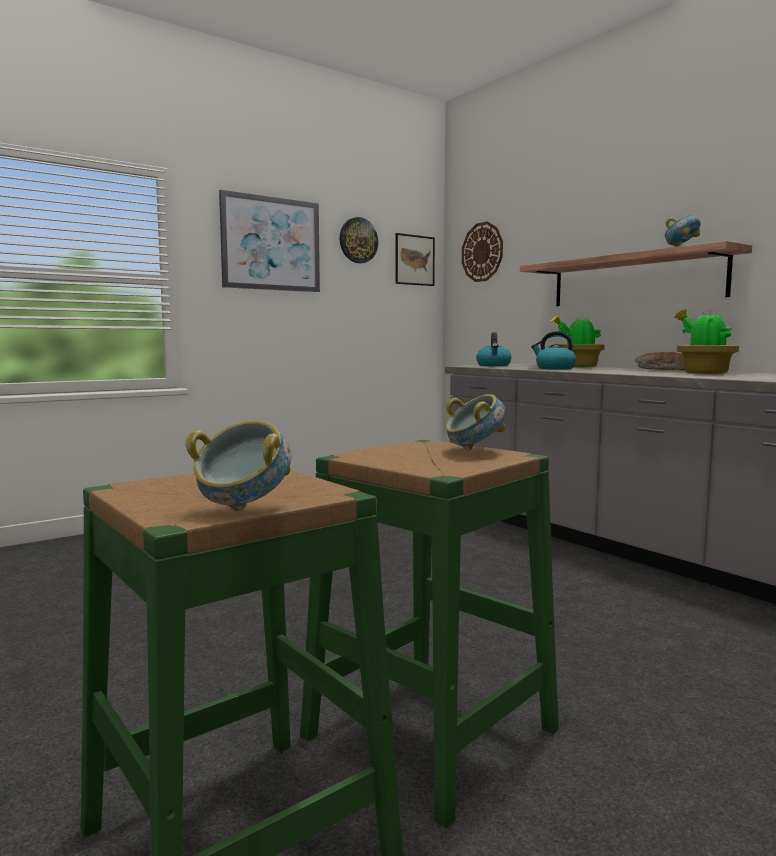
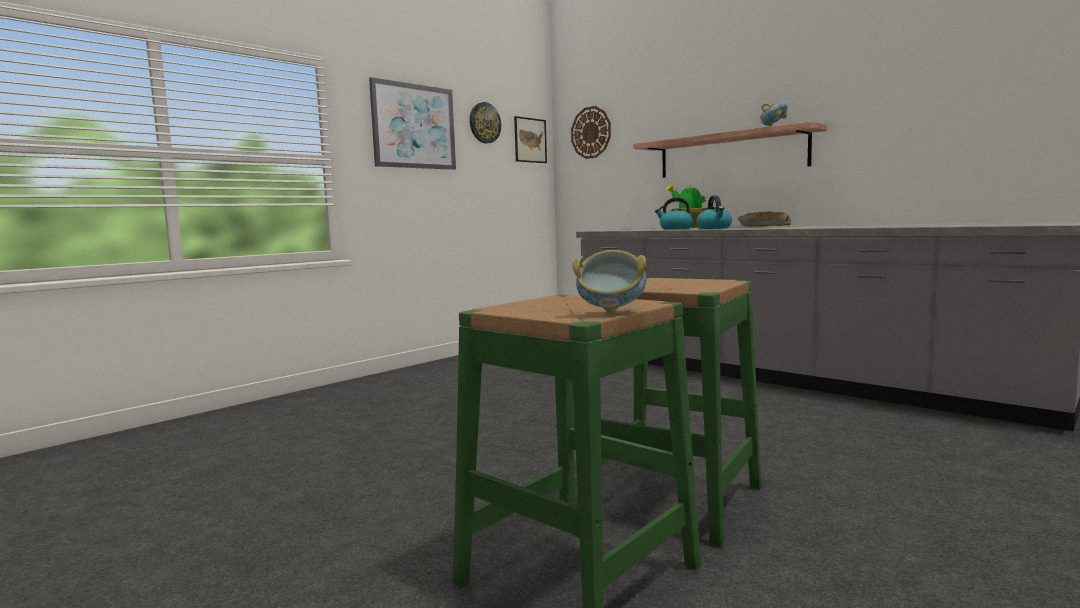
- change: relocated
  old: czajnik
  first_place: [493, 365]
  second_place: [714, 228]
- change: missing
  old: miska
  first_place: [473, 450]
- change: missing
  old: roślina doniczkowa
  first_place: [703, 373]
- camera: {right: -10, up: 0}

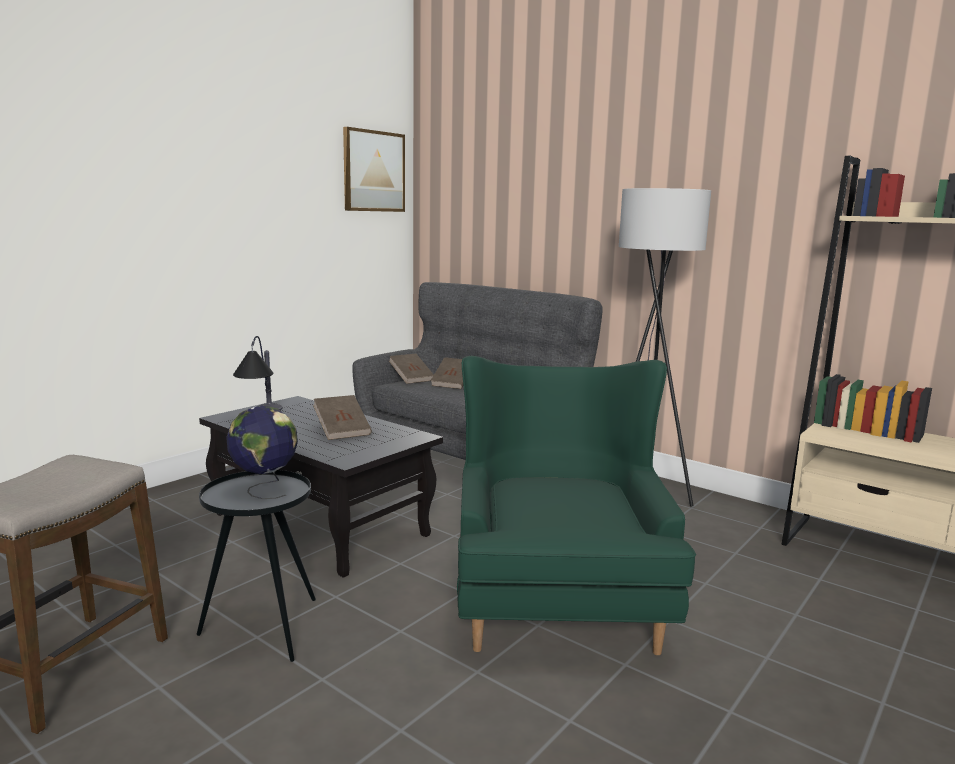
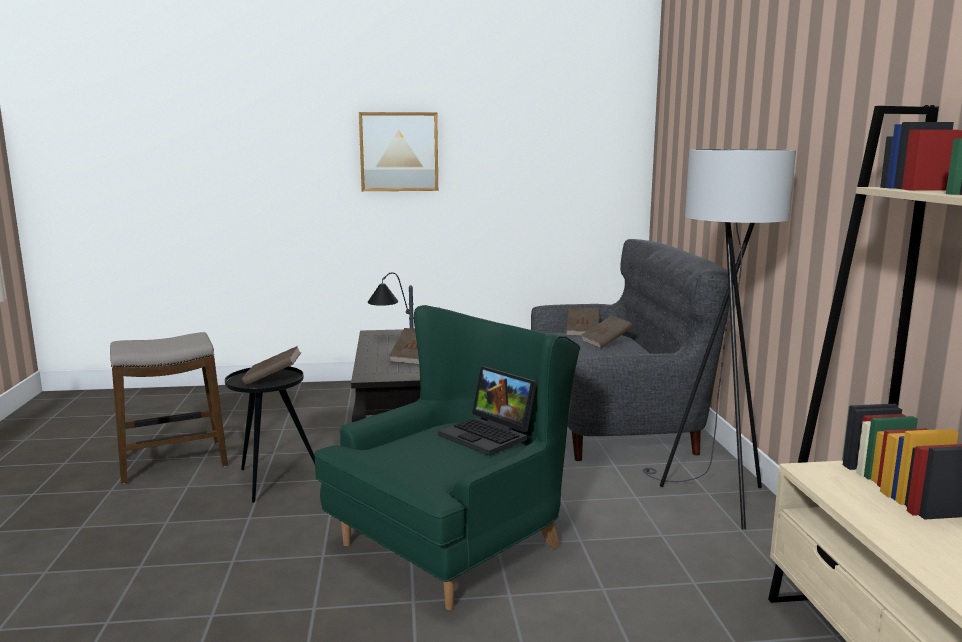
- change: exchanged
  old: globus
  new: książka [brązowy]
  first_place: [265, 489]
  second_place: [273, 379]
- change: relocated
  old: obraz
  first_place: [373, 171]
  second_place: [399, 152]
- change: appeared
  new: laptop
  second_place: [490, 435]
- camera: {right: 45, up: 0}

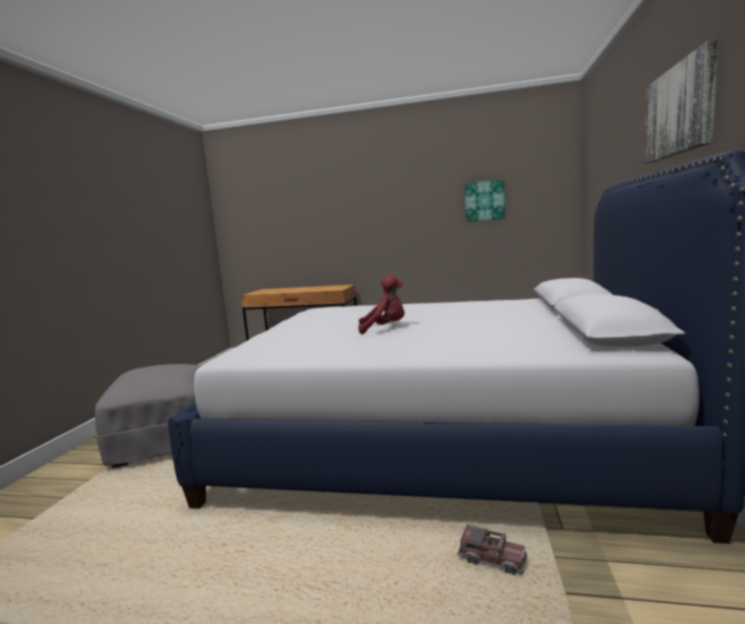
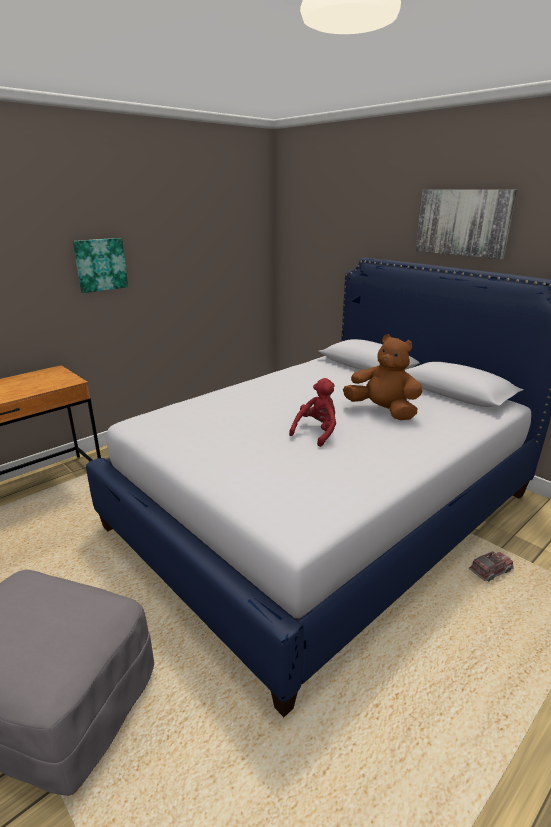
- change: relocated
  old: obraz
  first_place: [484, 201]
  second_place: [100, 264]
- change: appeared
  new: pluszak [brązowy]
  second_place: [382, 411]
- camera: {right: -55, up: 15}

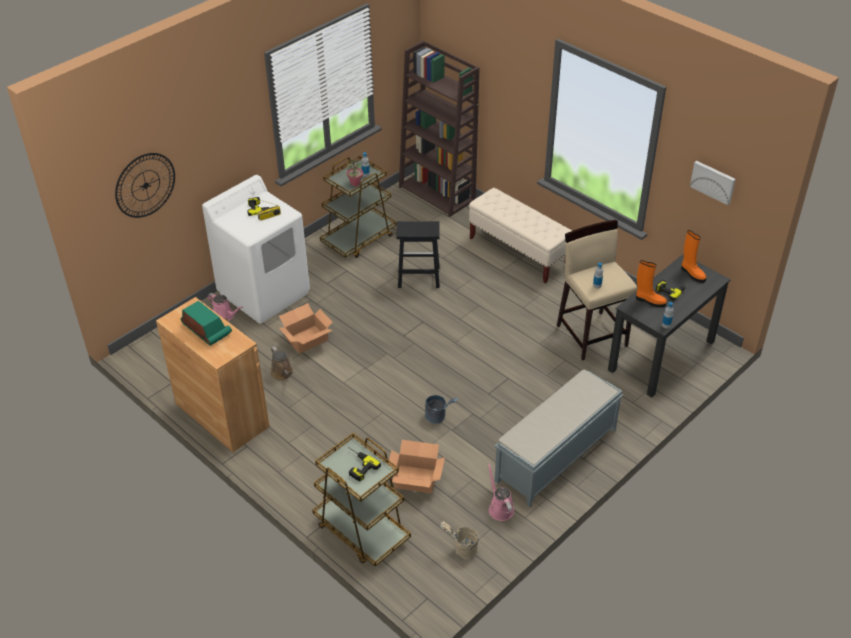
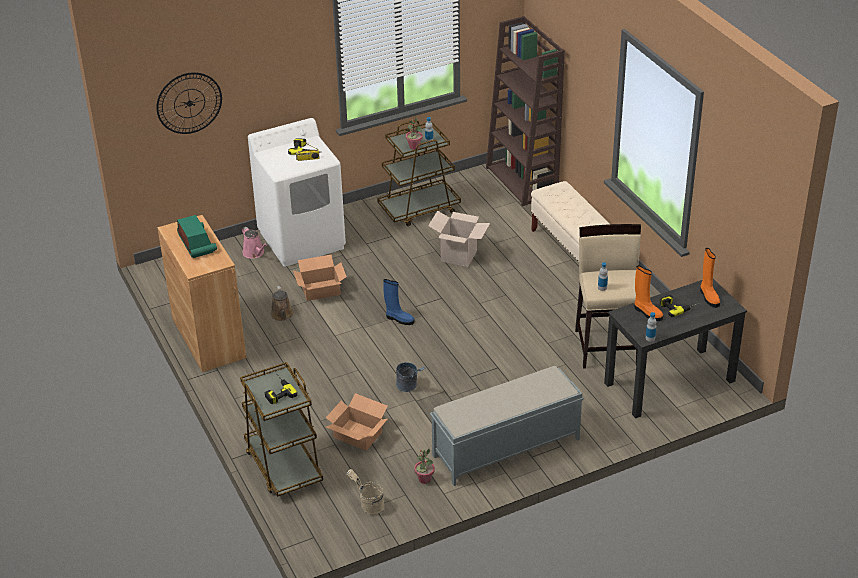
- change: appeared
  new: but z cholewką [niebieski]
  second_place: [399, 319]
- change: exchanged
  old: konewka [różowy]
  new: roślina doniczkowa
  first_place: [500, 508]
  second_place: [424, 479]
- change: exchanged
  old: stołek [czarny]
  new: karton
  first_place: [418, 277]
  second_place: [458, 256]
- change: missing
  old: obraz
  first_place: [713, 181]
- camera: {right: 20, up: -5}

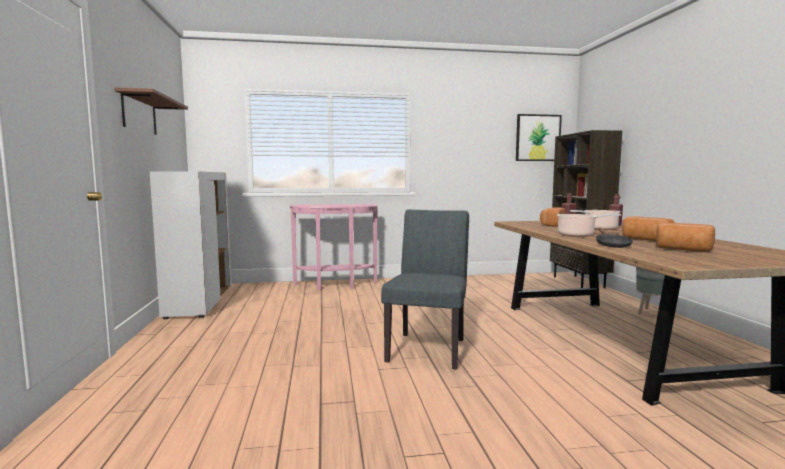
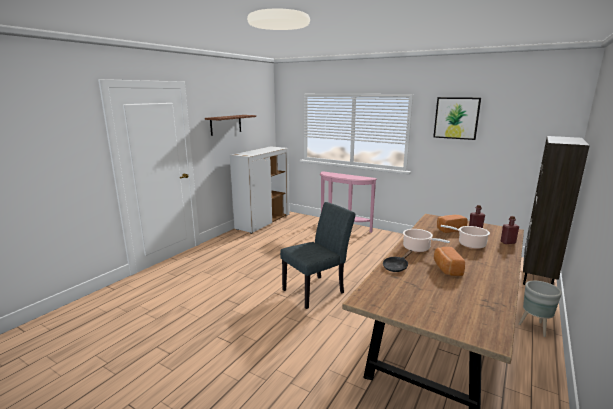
- change: relocated
  old: obraz
  first_place: [537, 138]
  second_place: [456, 118]
- change: missing
  old: chleb
  first_place: [683, 249]
- camera: {right: 40, up: 10}

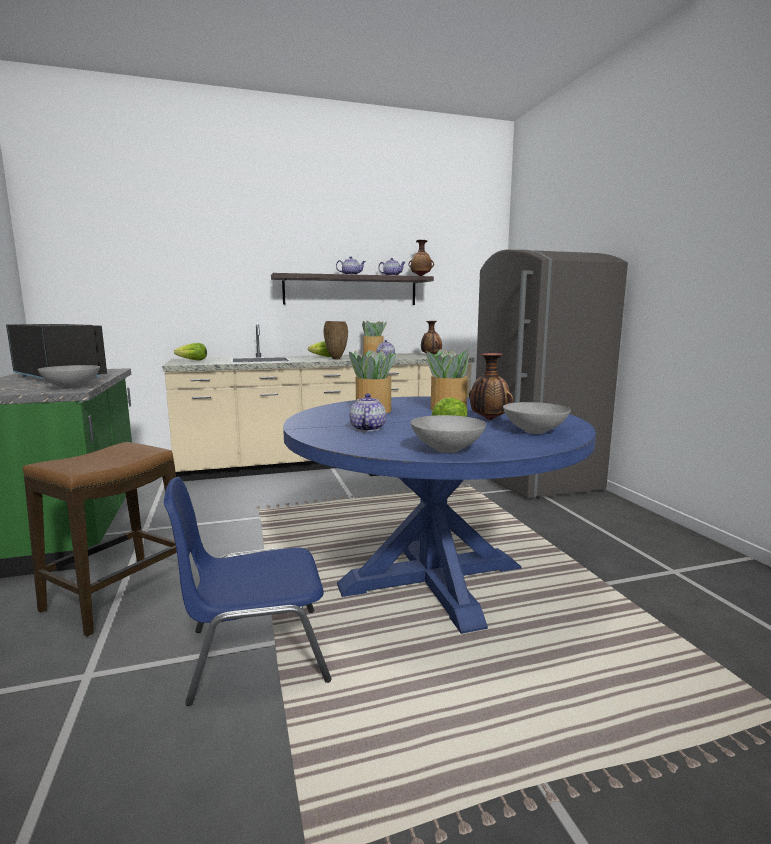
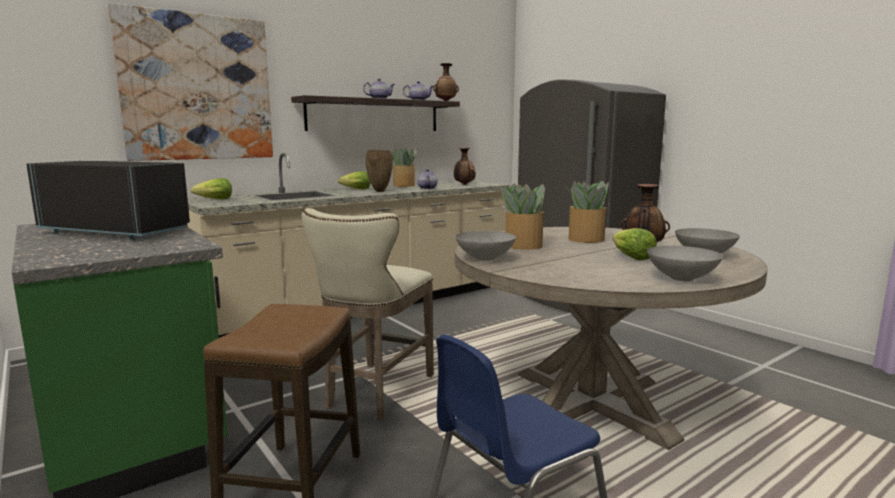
- change: appeared
  new: obraz
  second_place: [197, 88]
- change: appeared
  new: stołek [beżowy]
  second_place: [375, 393]
- change: colour
  old: stół jadalny [niebieski]
  new: stół jadalny [beżowy]
  first_place: [432, 577]
  second_place: [591, 404]
- change: relocated
  old: miska [szary]
  first_place: [73, 387]
  second_place: [485, 258]
- change: missing
  old: imbryk
  first_place: [367, 428]
- camera: {right: -20, up: 0}

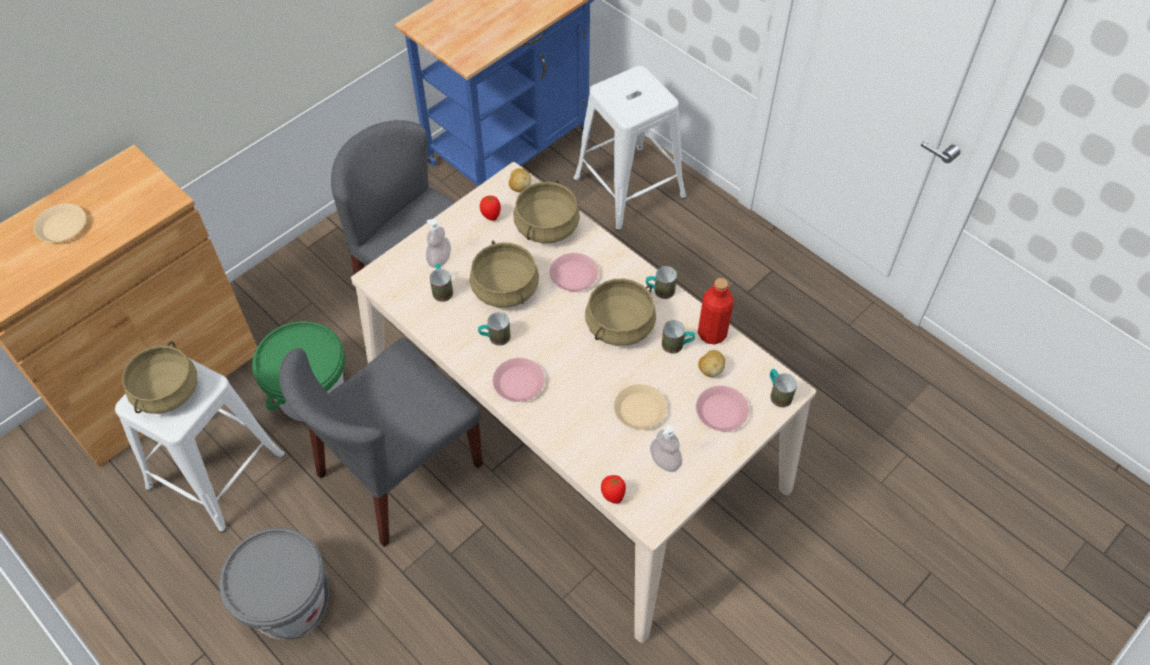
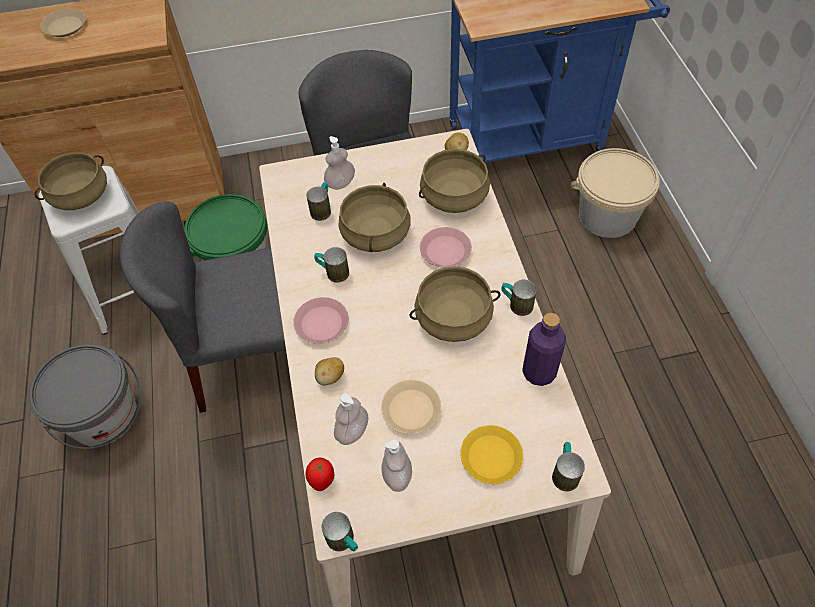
- change: relocated
  old: ziemniak
  first_place: [710, 369]
  second_place: [330, 377]
- change: relocated
  old: kubek
  first_place: [677, 345]
  second_place: [344, 542]
- change: appeared
  new: dozownik mydła
  second_place: [352, 431]
- change: colour
  old: talerz [różowy]
  new: talerz [żółty]
  first_place: [721, 411]
  second_place: [490, 457]
- change: colour
  old: butelka [czerwony]
  new: butelka [fioletowy]
  first_place: [712, 333]
  second_place: [539, 372]
- change: exchanged
  old: stołek [biały]
  new: wiadro [beżowy]
  first_place: [629, 187]
  second_place: [607, 216]
- change: missing
  old: pomidor
  first_place: [491, 216]
- camera: {right: 35, up: 0}

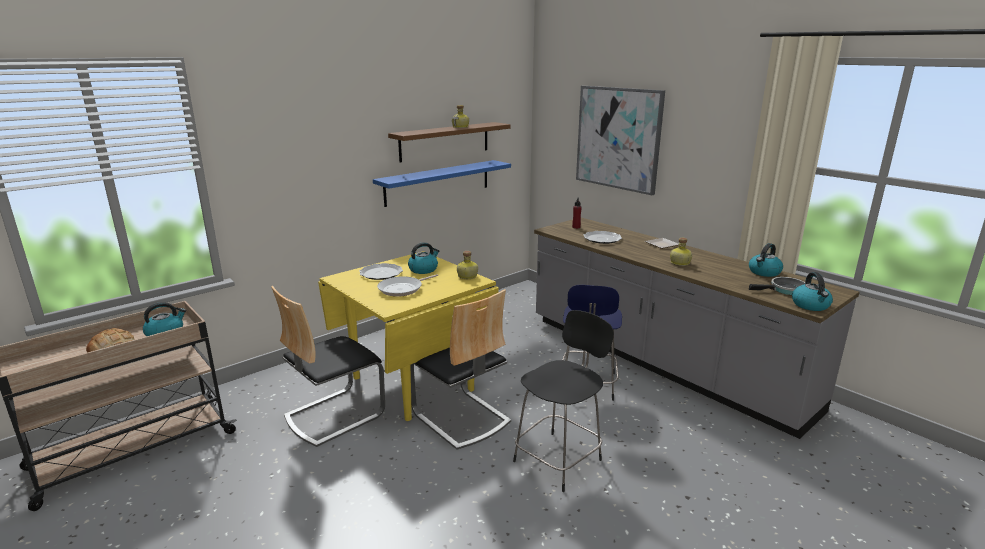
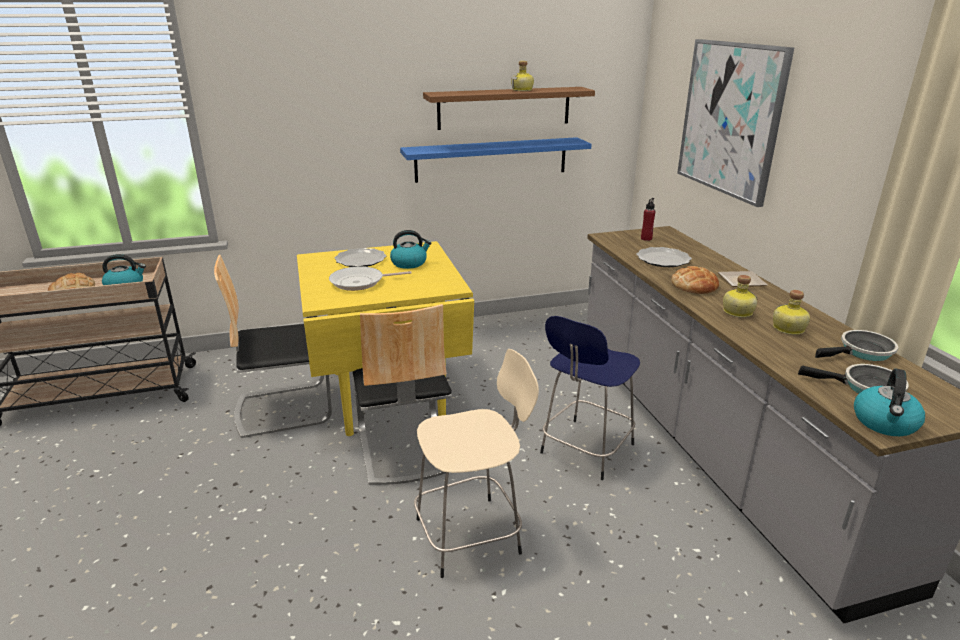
- change: colour
  old: stołek [czarny]
  new: stołek [beżowy]
  first_place: [559, 459]
  second_place: [471, 535]
- change: appeared
  new: chleb
  second_place: [694, 286]
- change: relocated
  old: butelka
  first_place: [467, 276]
  second_place: [788, 329]
- change: exchanged
  old: czajnik
  new: patelnia
  first_place: [764, 272]
  second_place: [862, 352]
- camera: {right: 25, up: 5}

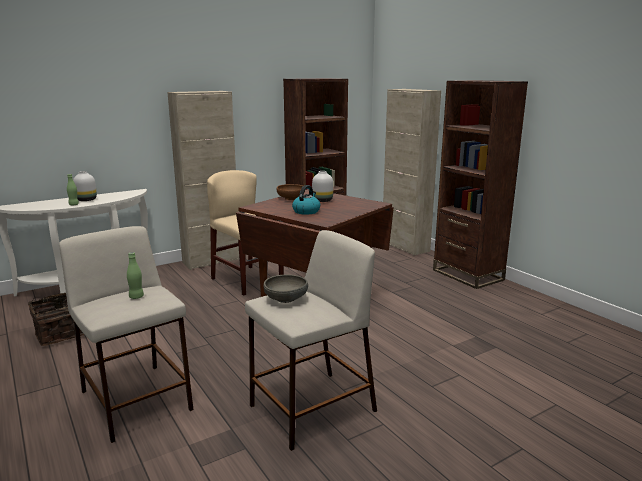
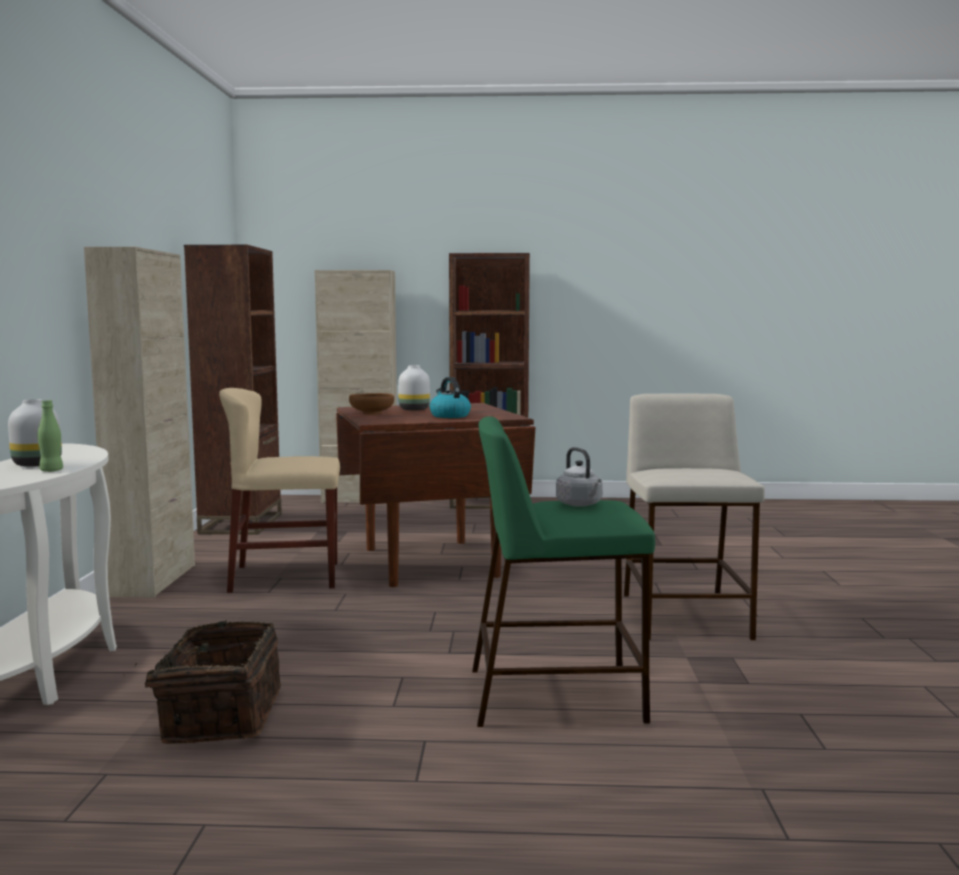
- change: colour
  old: stołek [beżowy]
  new: stołek [zielony]
  first_place: [137, 401]
  second_place: [557, 694]
- change: exchanged
  old: butelka [zielony]
  new: czajnik [szary]
  first_place: [136, 297]
  second_place: [580, 504]
- change: missing
  old: miska [szary]
  first_place: [286, 299]
- camera: {right: -55, up: -10}

